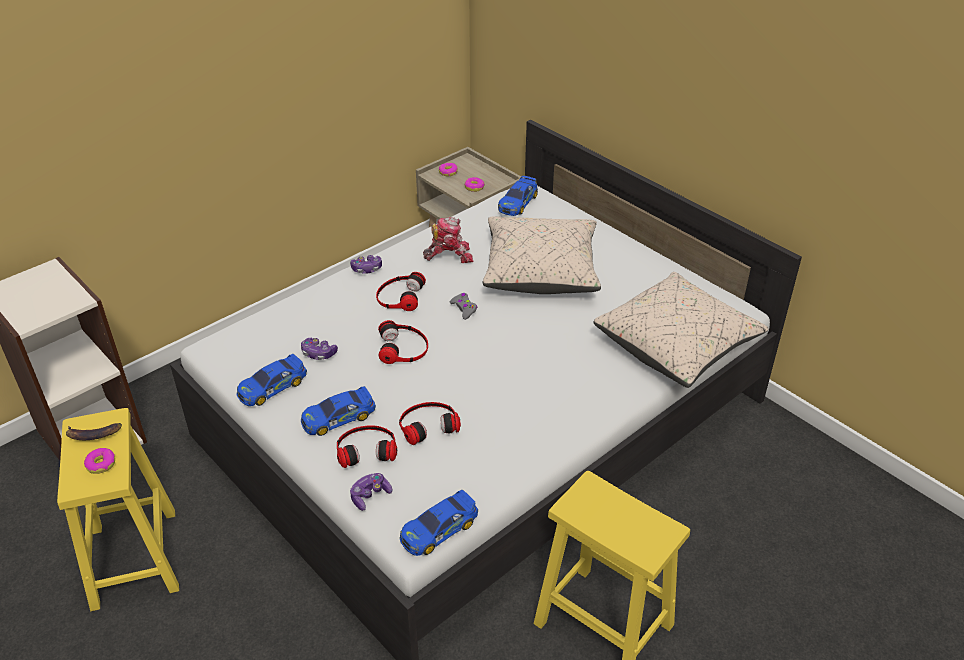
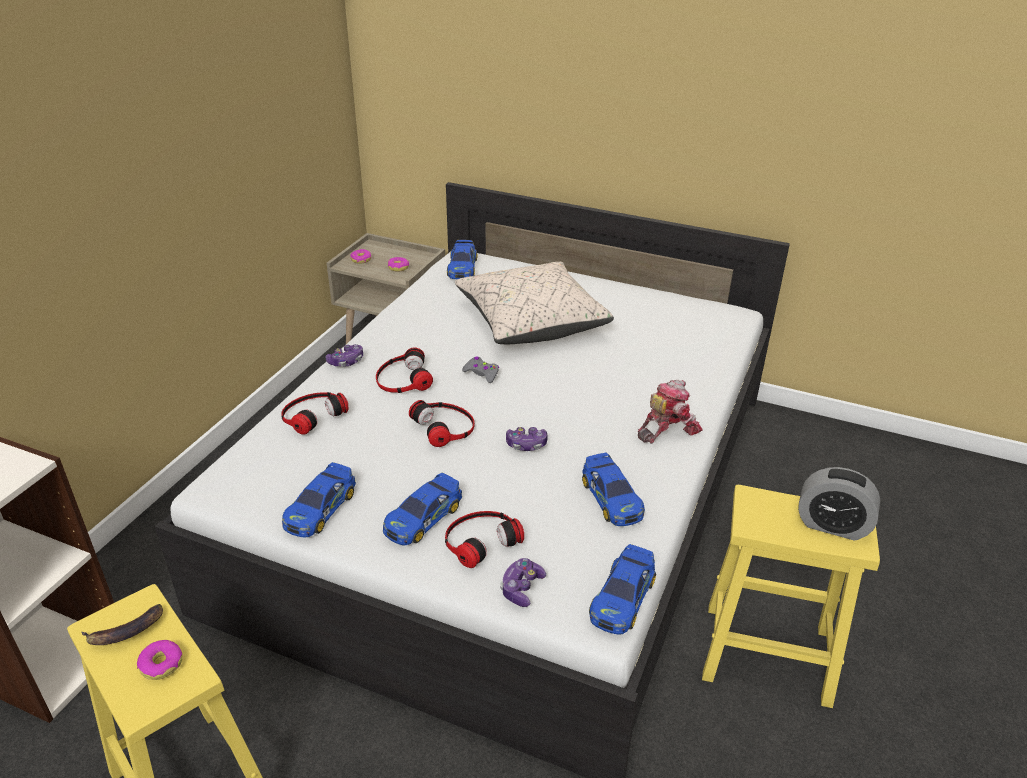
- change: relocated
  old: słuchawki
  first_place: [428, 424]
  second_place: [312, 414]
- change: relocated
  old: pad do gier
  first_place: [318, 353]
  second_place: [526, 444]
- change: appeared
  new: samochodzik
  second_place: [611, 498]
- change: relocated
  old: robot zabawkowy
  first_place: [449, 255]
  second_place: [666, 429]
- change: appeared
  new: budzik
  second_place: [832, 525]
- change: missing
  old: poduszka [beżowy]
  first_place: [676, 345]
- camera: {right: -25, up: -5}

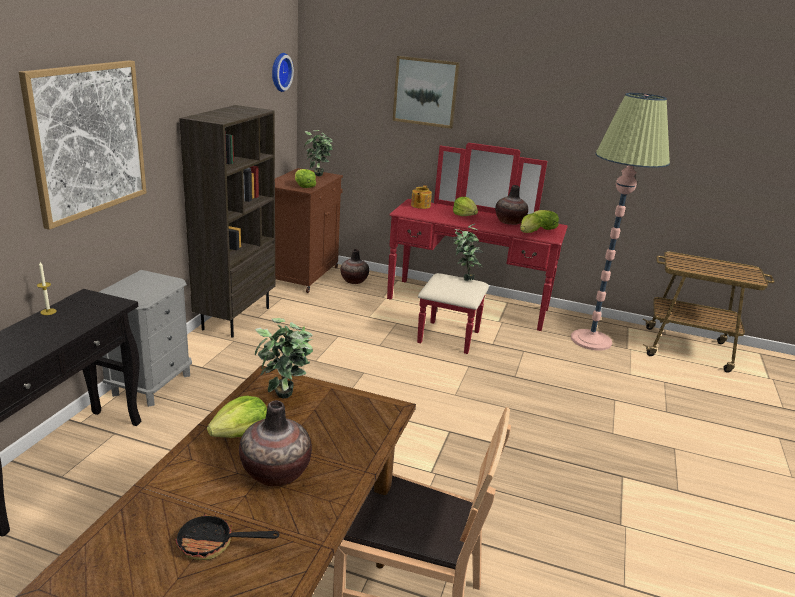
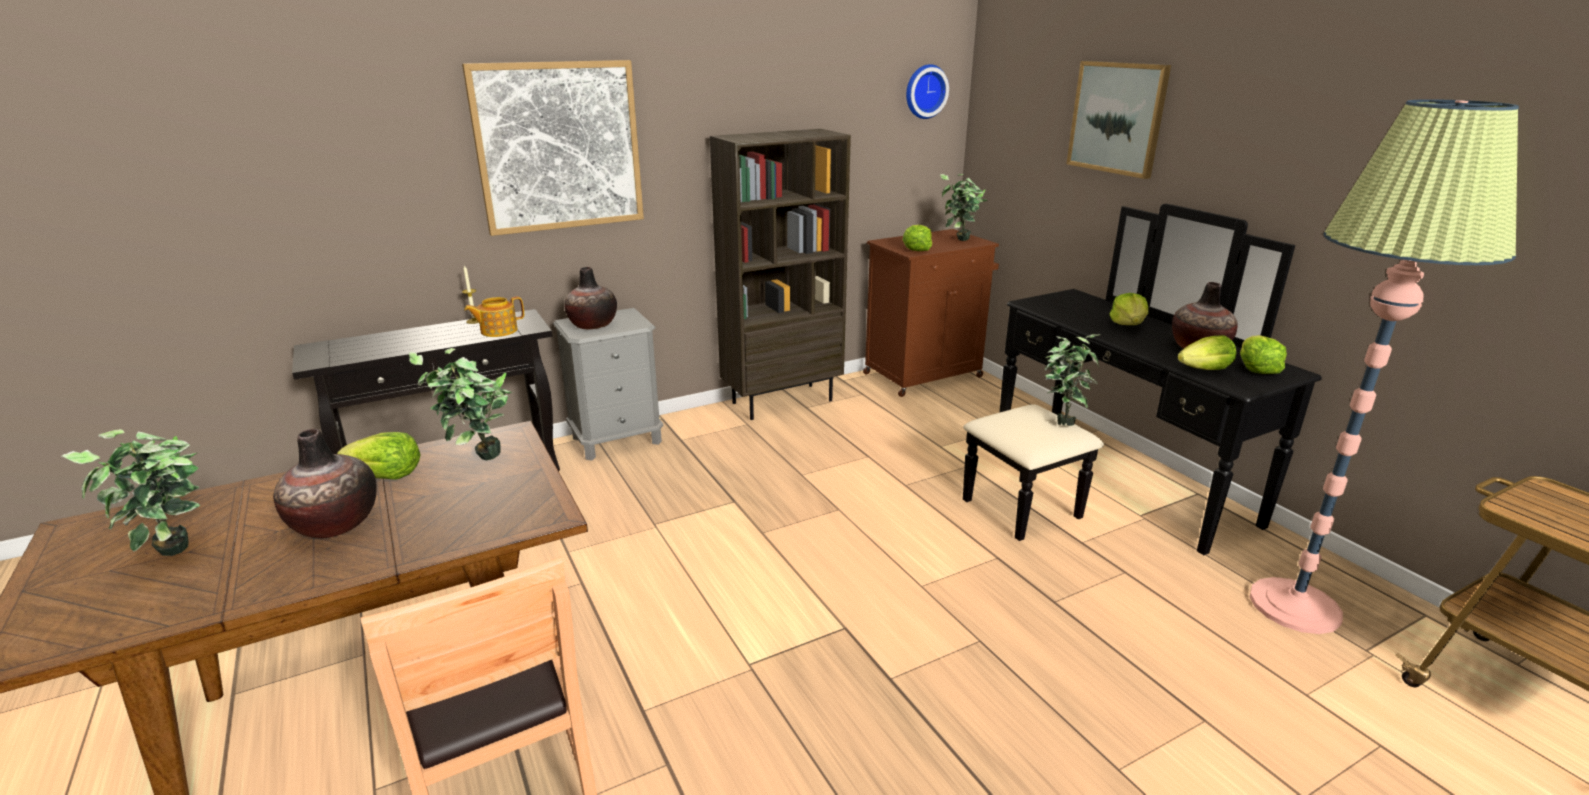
- change: exchanged
  old: patelnia
  new: roślina doniczkowa
  first_place: [213, 544]
  second_place: [177, 558]
- change: relocated
  old: imbryk
  first_place: [420, 206]
  second_place: [498, 331]
- change: relocated
  old: wazon
  first_place: [354, 281]
  second_place: [592, 325]
- change: colour
  old: komoda [czerwony]
  new: komoda [czarny]
  first_place: [464, 311]
  second_place: [1098, 483]
- camera: {right: 45, up: 0}

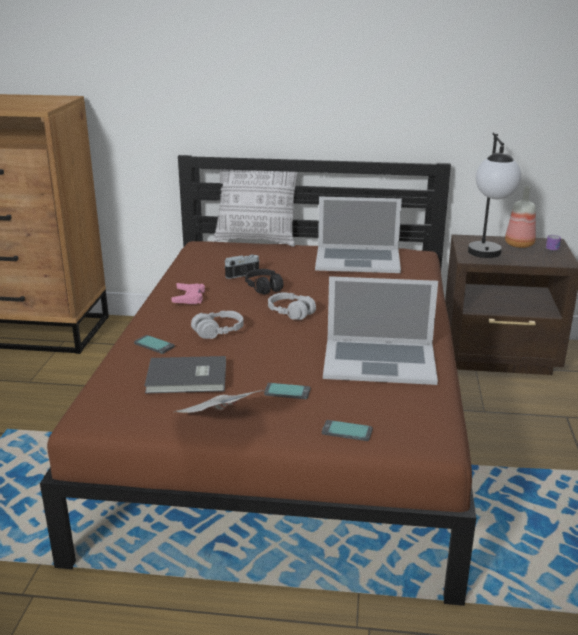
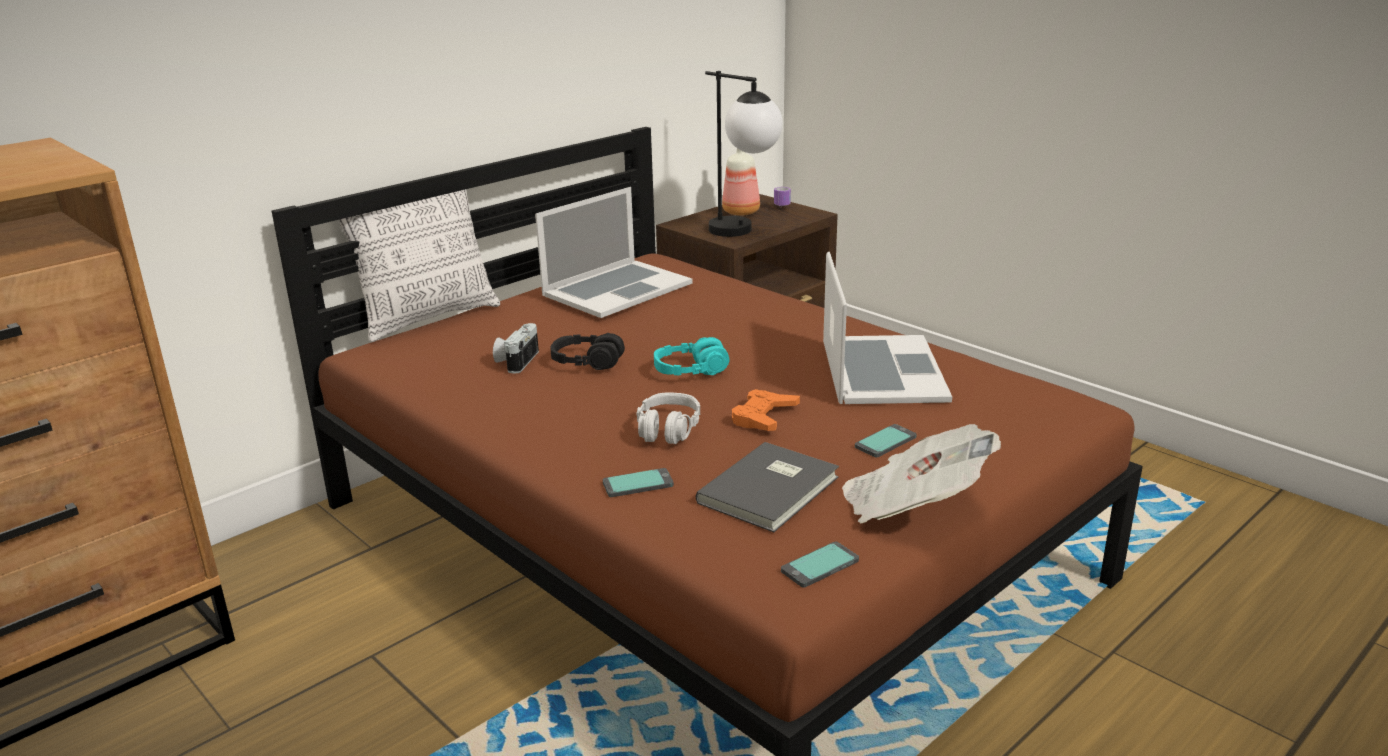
- change: colour
  old: słuchawki [szary]
  new: słuchawki [turkusowy]
  first_place: [291, 313]
  second_place: [690, 371]
- change: appeared
  new: pad do gier [pomarańczowy]
  second_place: [763, 417]
- change: relocated
  old: telefon
  first_place: [347, 432]
  second_place: [820, 566]
- change: spun
  old: laptop
  first_place: [379, 361]
  second_place: [881, 370]
  degrees: -45
- change: missing
  old: pad do gier [różowy]
  first_place: [189, 297]
- camera: {right: -50, up: 0}

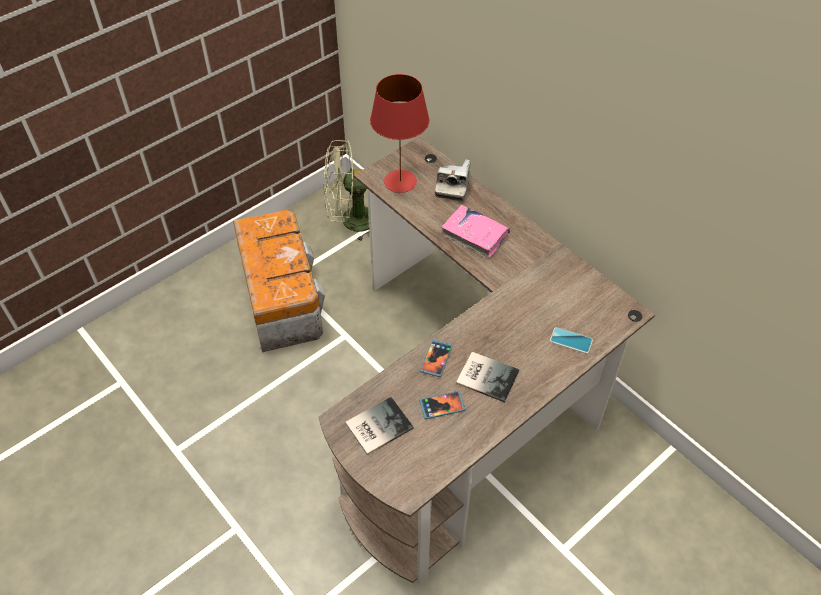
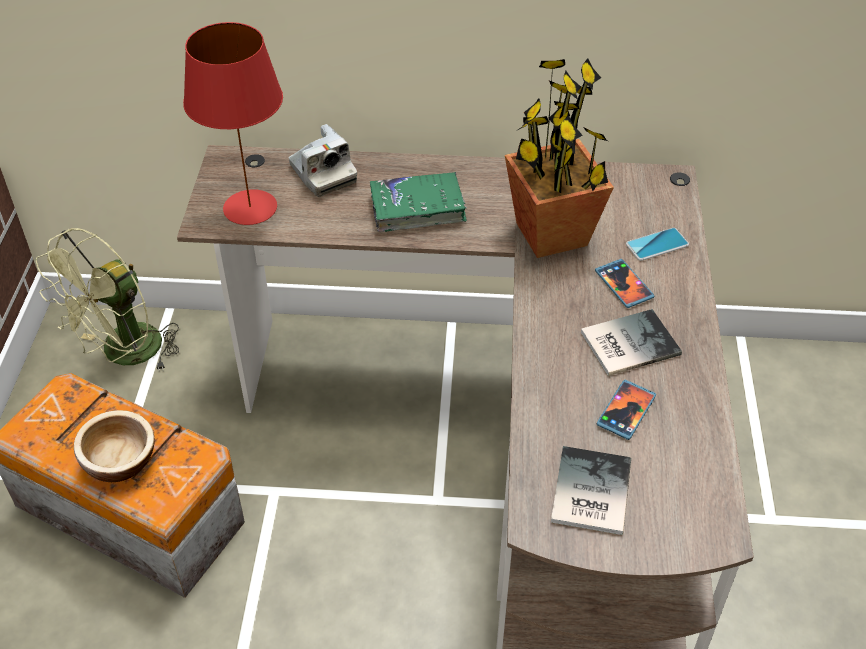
- change: appeared
  new: miska
  second_place: [120, 461]
- change: colour
  old: książka [różowy]
  new: książka [zielony]
  first_place: [475, 235]
  second_place: [417, 209]
- change: appeared
  new: roślina doniczkowa
  second_place: [552, 235]
- change: relocated
  old: telefon
  first_place: [436, 359]
  second_place: [623, 285]
- camera: {right: -45, up: -5}

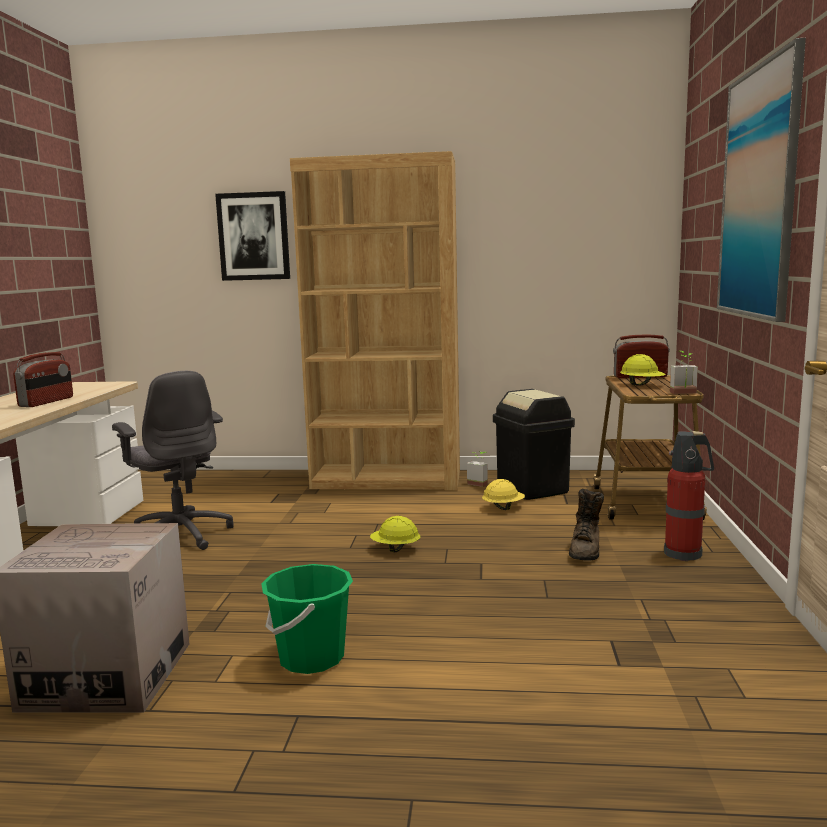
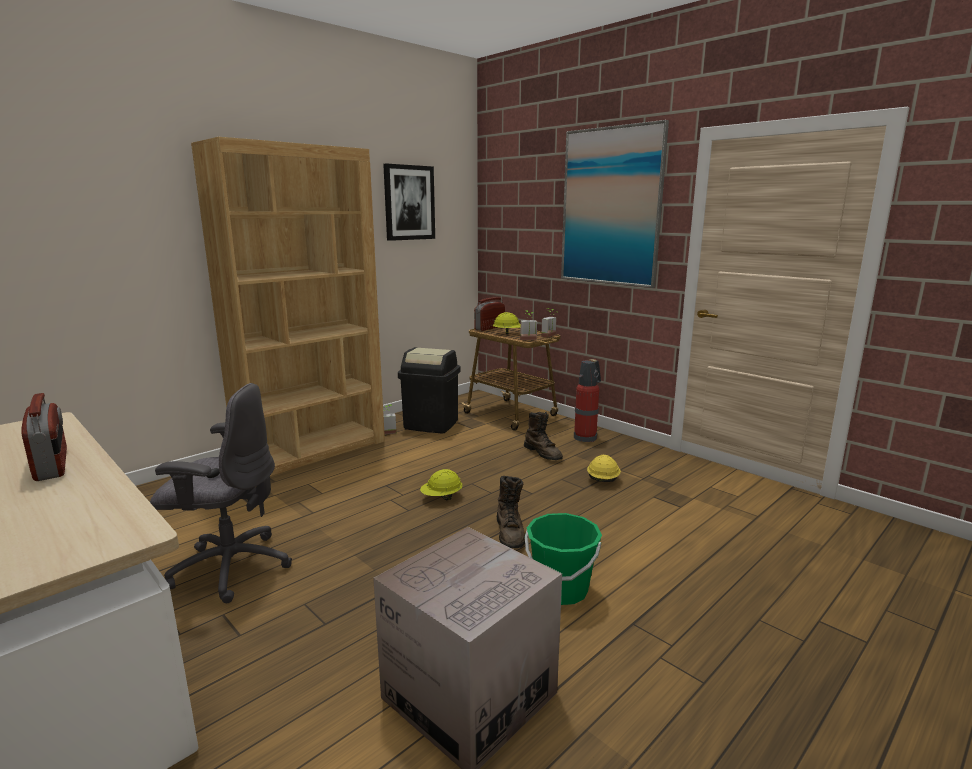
- change: relocated
  old: obraz
  first_place: [253, 236]
  second_place: [409, 203]
- change: appeared
  new: but z cholewką [brązowy]
  second_place: [510, 533]
- change: appeared
  new: roślina doniczkowa
  second_place: [528, 339]
- change: relocated
  old: kask [żółty]
  first_place: [503, 507]
  second_place: [602, 480]
- camera: {right: -50, up: 5}

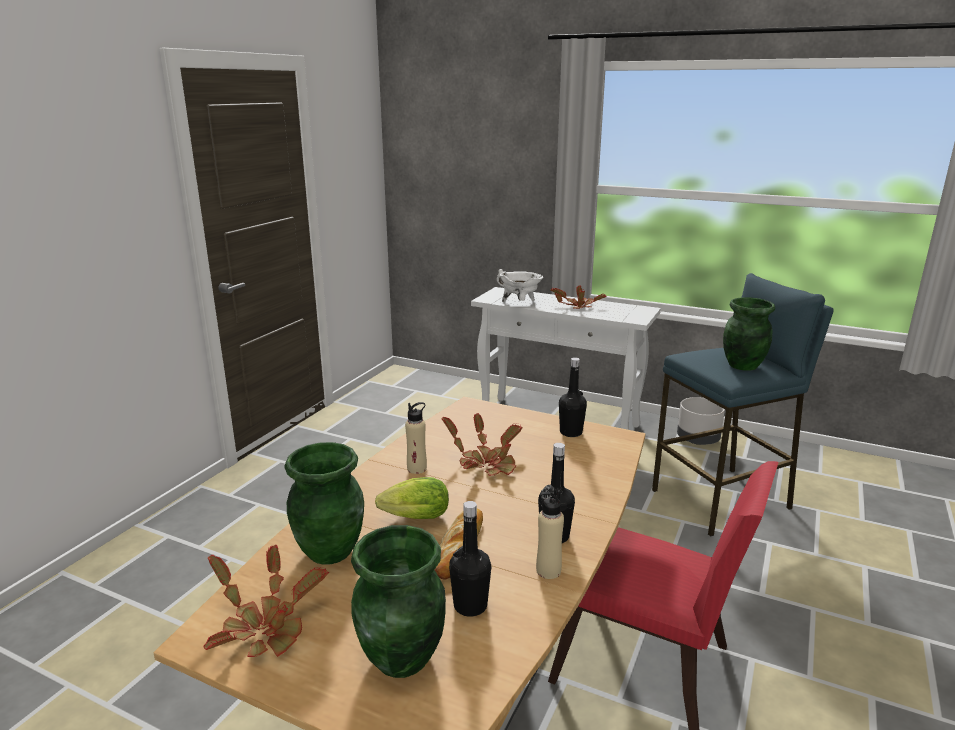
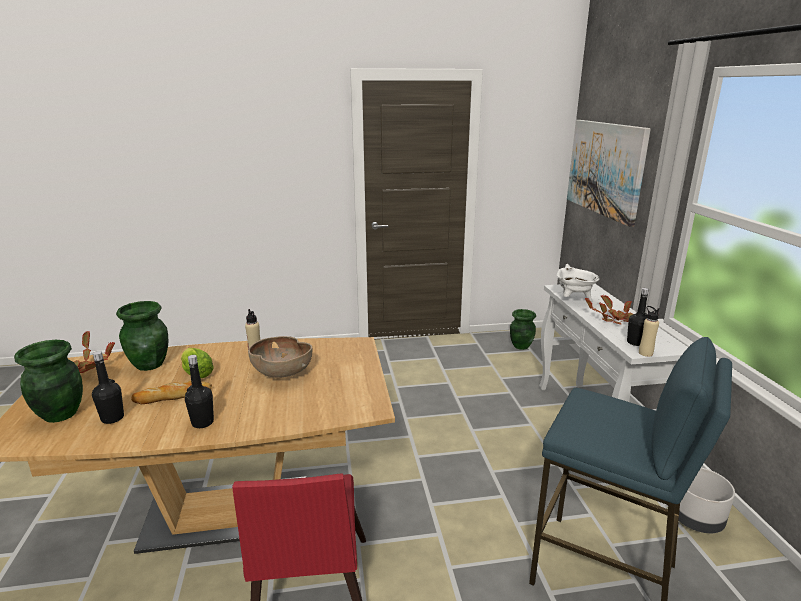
- change: exchanged
  old: roślina doniczkowa
  new: miska [brązowy]
  first_place: [486, 463]
  second_place: [281, 373]
- change: relocated
  old: wazon [zielony]
  first_place: [742, 366]
  second_place: [520, 346]
- change: appeared
  new: obraz
  second_place: [605, 168]
- change: relocated
  old: butelka [czarny]
  first_place: [571, 432]
  second_place: [635, 342]
- change: relocated
  old: butelka [beżowy]
  first_place: [548, 571]
  second_place: [645, 353]
- camera: {right: 55, up: 0}

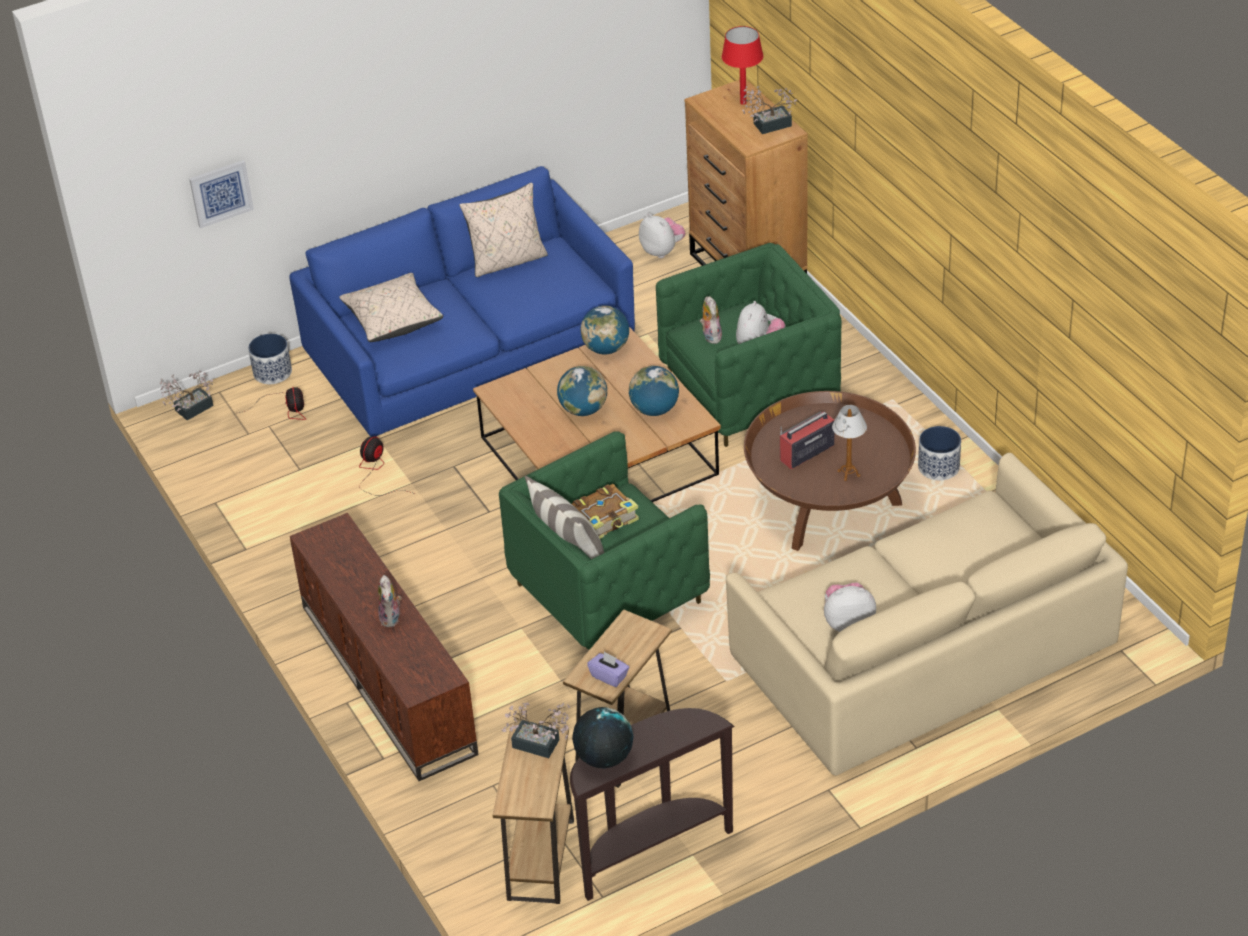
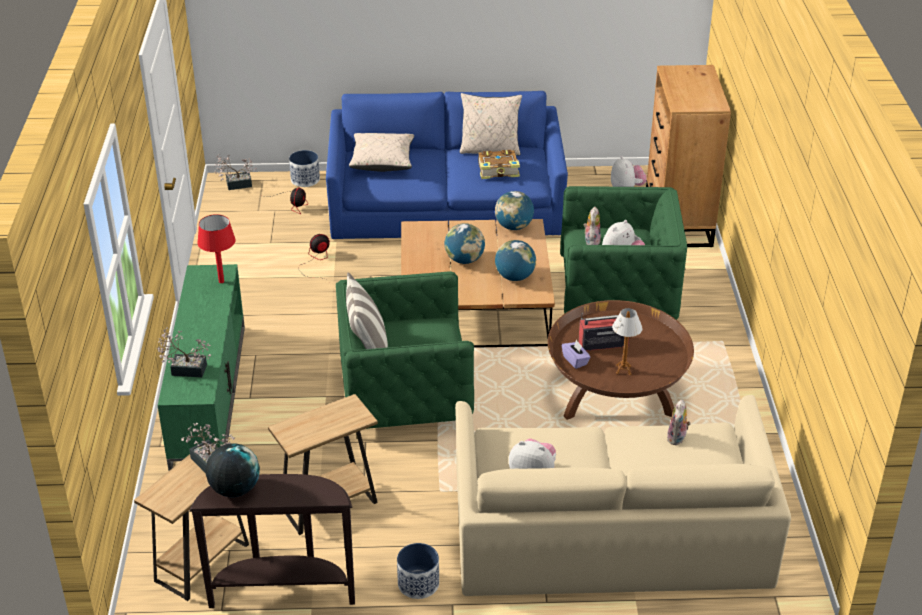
- change: relocated
  old: roślina doniczkowa
  first_place: [768, 125]
  second_place: [185, 369]
- change: colour
  old: szafka pod telewizor [brązowy]
  new: szafka pod telewizor [zielony]
  first_place: [386, 678]
  second_place: [208, 394]
- change: relocated
  old: lampa stołowa [czerwony]
  first_place: [743, 102]
  second_place: [221, 281]
- change: relocated
  old: donica
  first_place: [938, 467]
  second_place: [418, 584]
- change: relocated
  old: książka
  first_place: [605, 519]
  second_place: [499, 170]
- change: relocated
  old: pudełko chusteczek [fioletowy]
  first_place: [609, 676]
  second_place: [575, 360]
- change: relocated
  old: pluszak
  first_place: [391, 618]
  second_place: [677, 439]
- change: missing
  old: obraz
  first_place: [221, 193]
- camera: {right: 25, up: -5}

